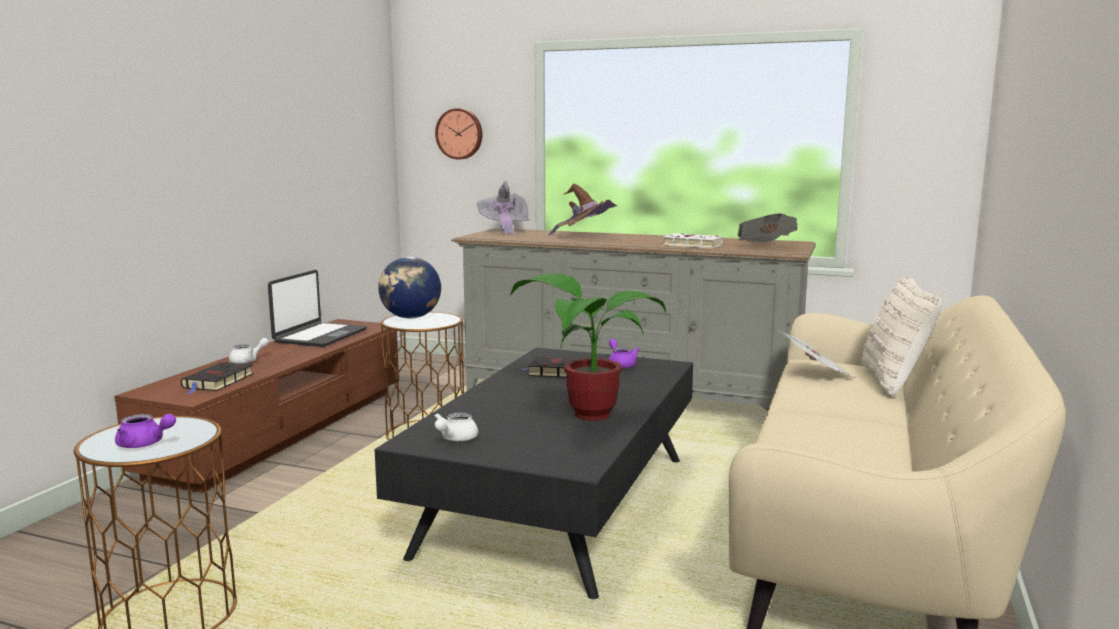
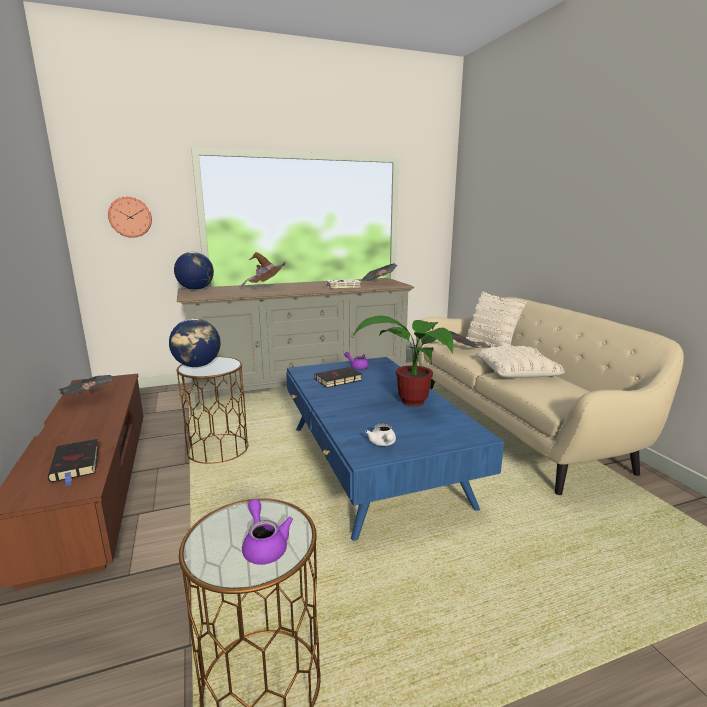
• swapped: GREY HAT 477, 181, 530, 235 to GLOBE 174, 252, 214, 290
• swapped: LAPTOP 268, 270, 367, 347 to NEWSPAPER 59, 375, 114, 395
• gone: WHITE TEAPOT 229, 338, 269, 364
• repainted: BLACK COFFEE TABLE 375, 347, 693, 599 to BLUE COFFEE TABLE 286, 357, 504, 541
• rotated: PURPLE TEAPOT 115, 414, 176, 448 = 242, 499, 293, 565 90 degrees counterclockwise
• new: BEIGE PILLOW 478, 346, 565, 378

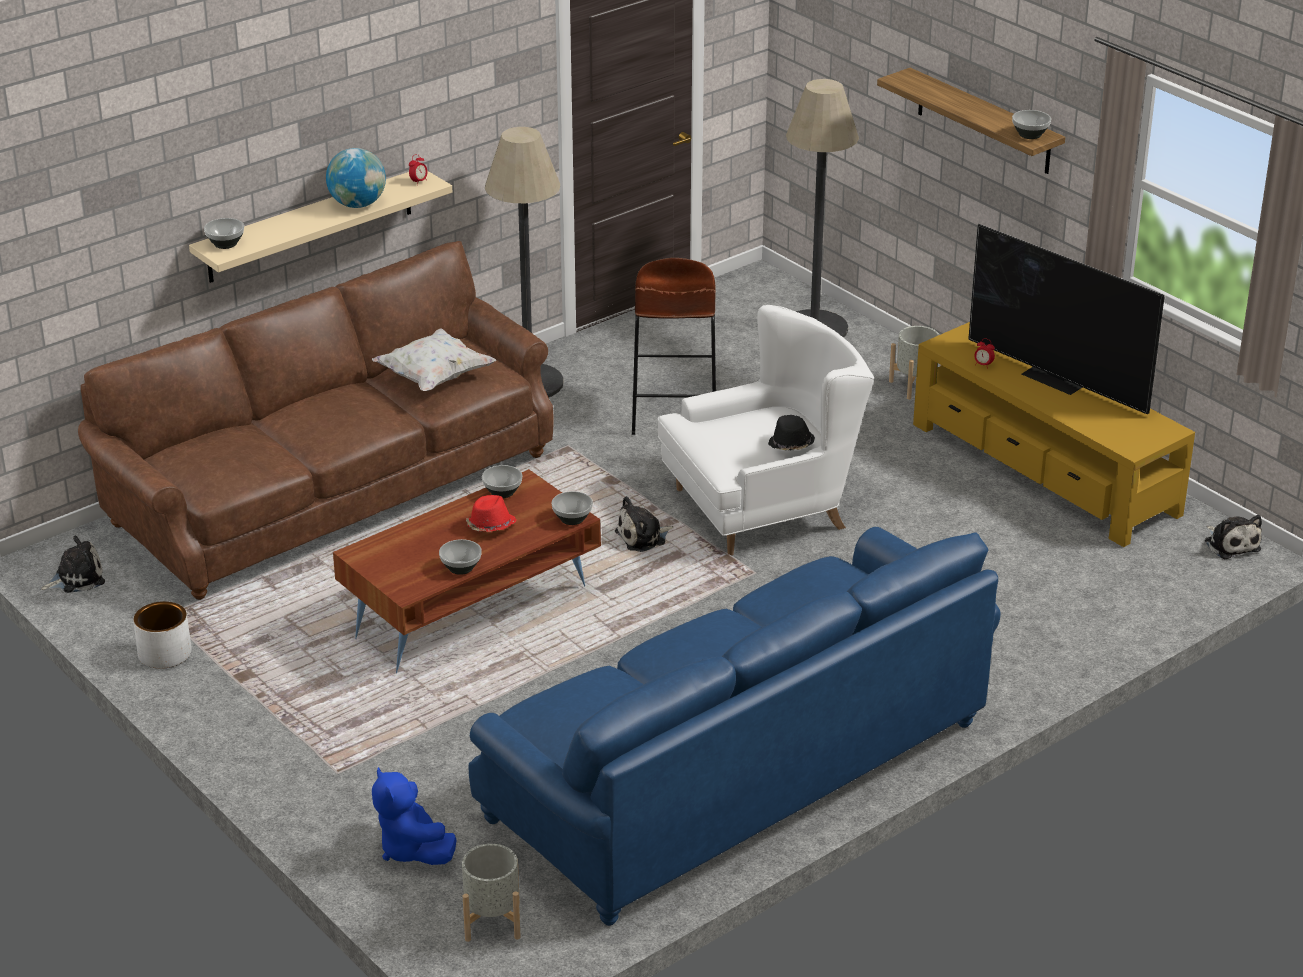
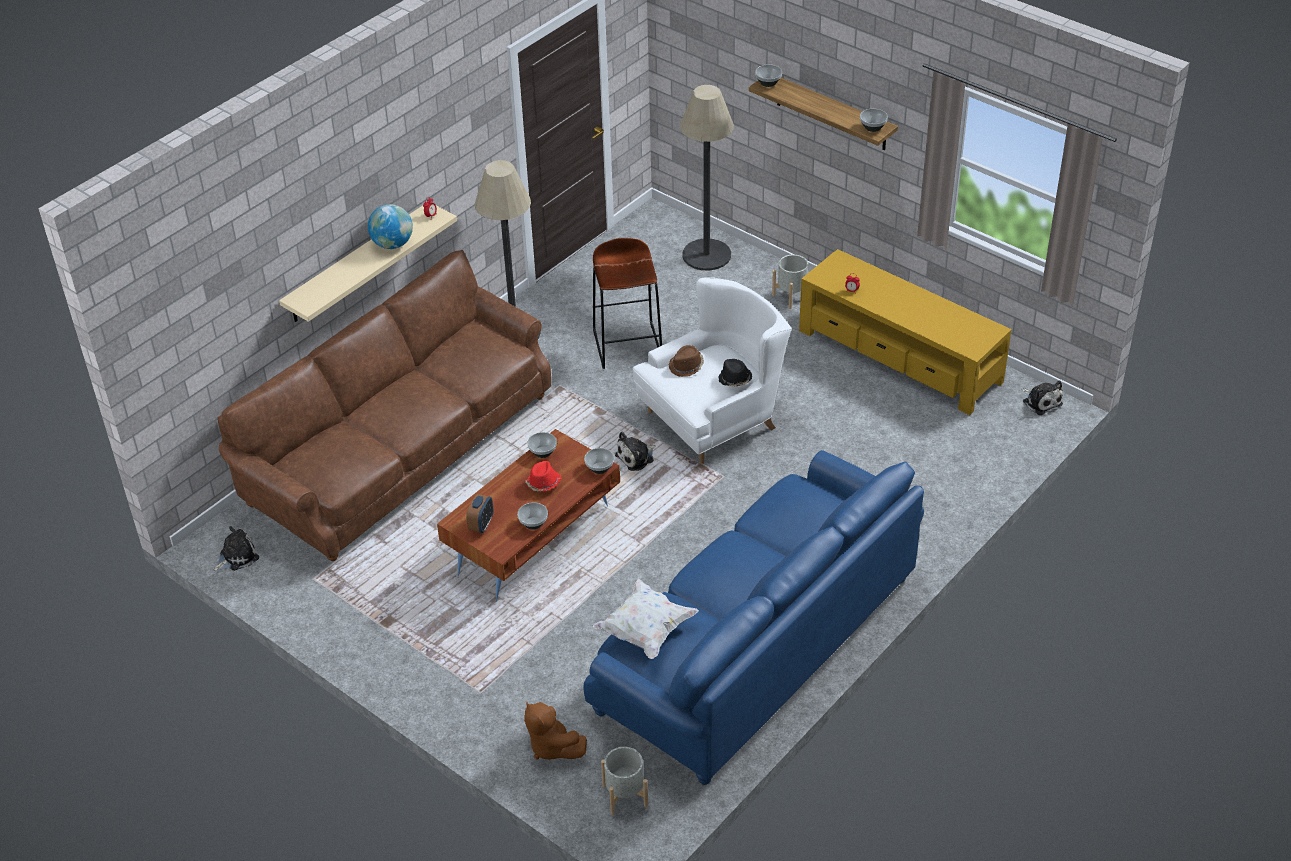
• shifted: BOWL 204, 218, 244, 249 to 755, 64, 782, 87
• gone: TELEVISION 968, 224, 1164, 415
• shifted: WHITE PILLOW 372, 328, 496, 391 to 593, 579, 699, 659
• gone: WHITE PLANTER 133, 601, 192, 669
• repainted: BLUE PLUSH TOY 372, 767, 457, 865 to BROWN PLUSH TOY 524, 702, 587, 760
• new: BROWN HAT 669, 345, 704, 377
• new: ALARM CLOCK 466, 494, 493, 533

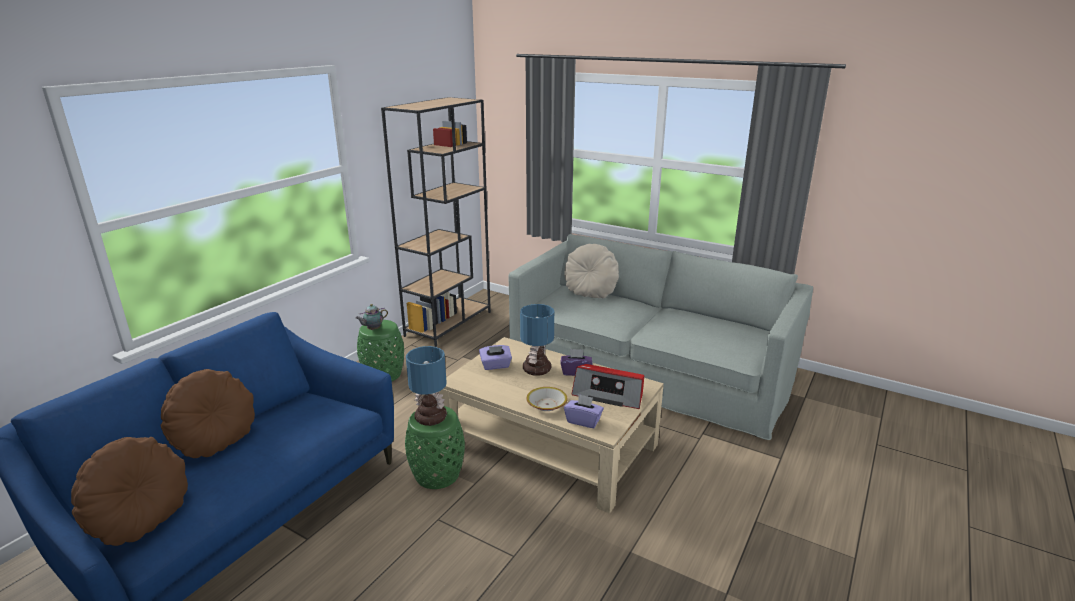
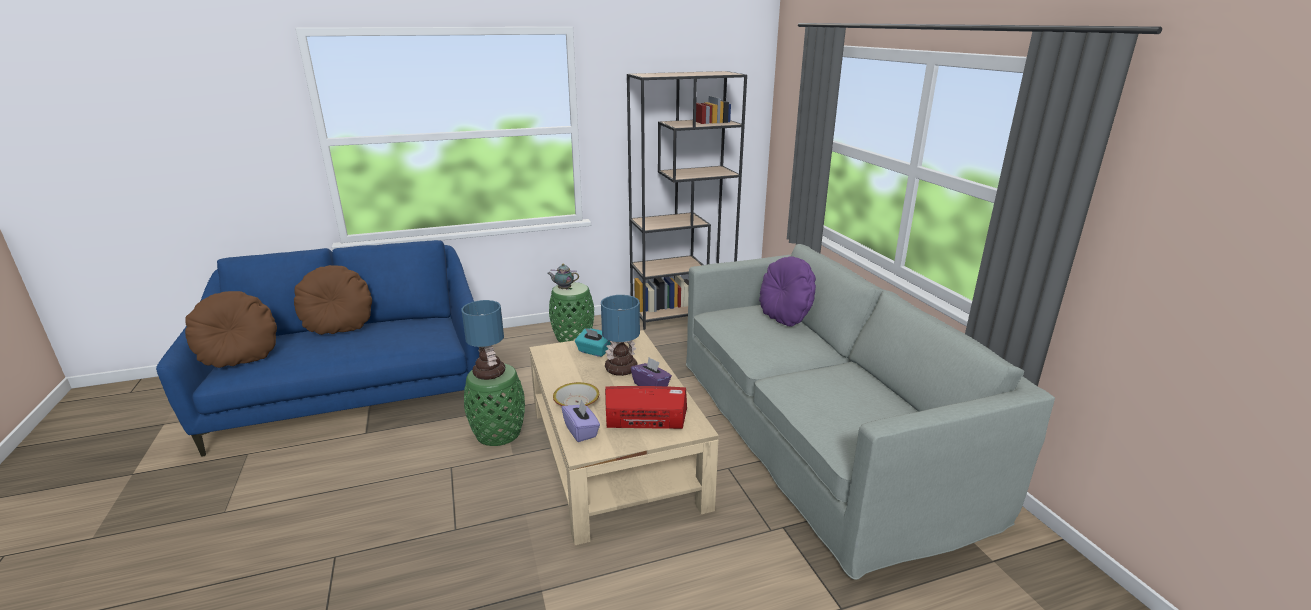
• repainted: BEIGE PILLOW 564, 244, 619, 298 to PURPLE PILLOW 759, 256, 816, 327
• repainted: PURPLE TISSUE BOX 479, 345, 512, 370 to TURQUOISE TISSUE BOX 575, 328, 611, 357
• rotated: RADIO 572, 364, 644, 409 = 605, 386, 687, 429 120 degrees clockwise

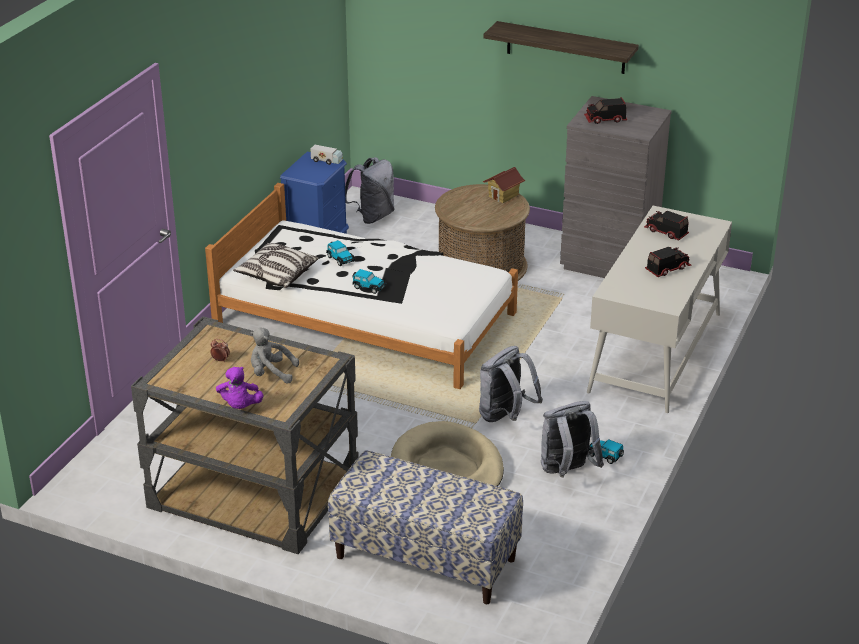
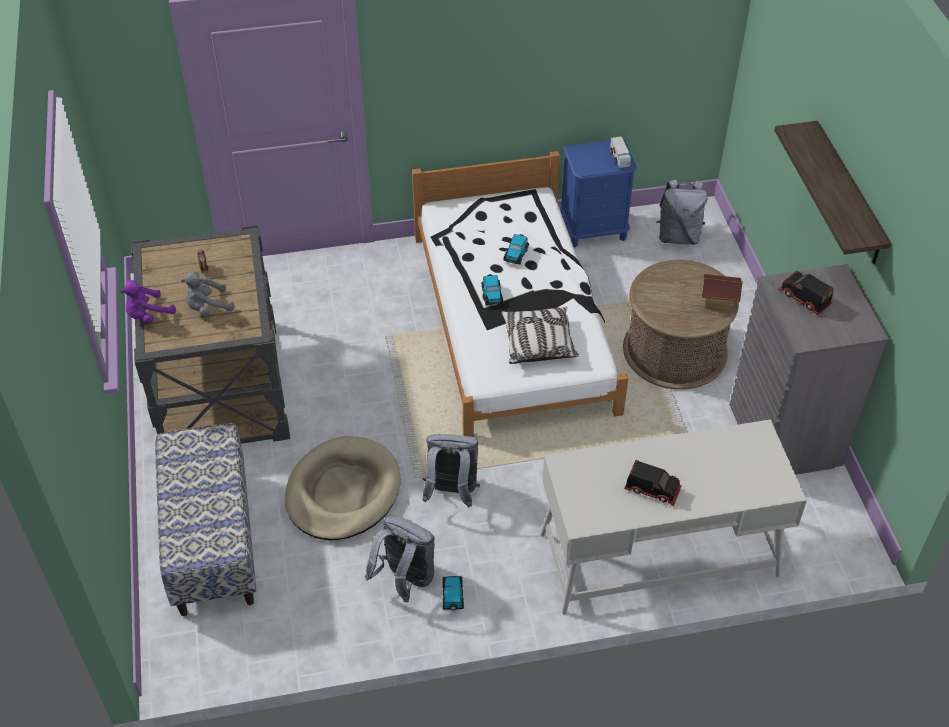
• gone: TOY TRUCK 644, 210, 689, 241
• shifted: PILLOW 233, 243, 319, 288 to 501, 307, 579, 364
• rotated: GREY PLUSH TOY 250, 328, 299, 384 = 181, 271, 235, 316 90 degrees counterclockwise

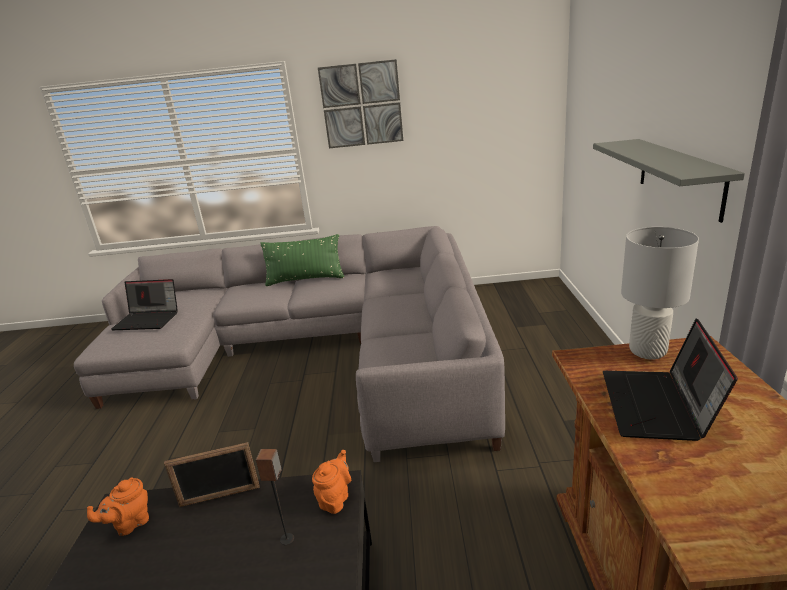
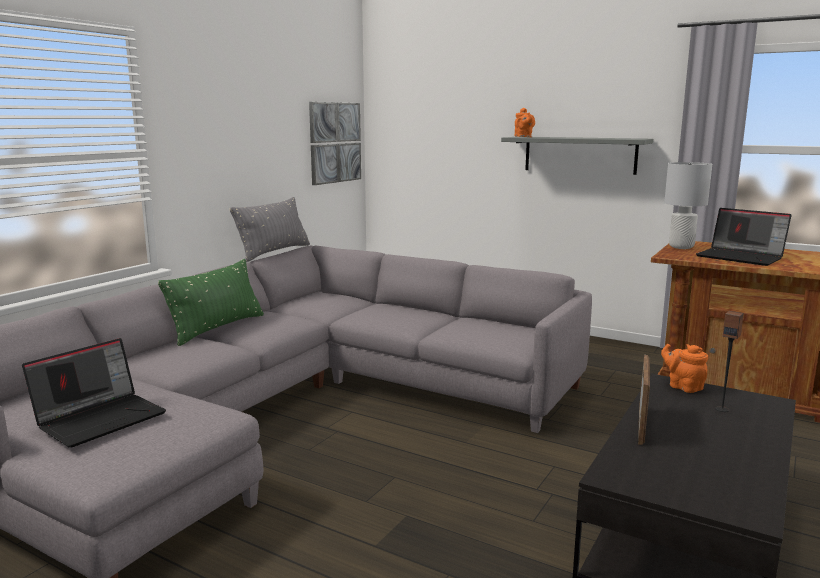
• shifted: PICTURE 318, 59, 403, 148 to 309, 102, 361, 185
• shifted: ORANGE TEAPOT 87, 477, 149, 536 to 515, 108, 535, 137
• new: GREY PILLOW 230, 197, 310, 262

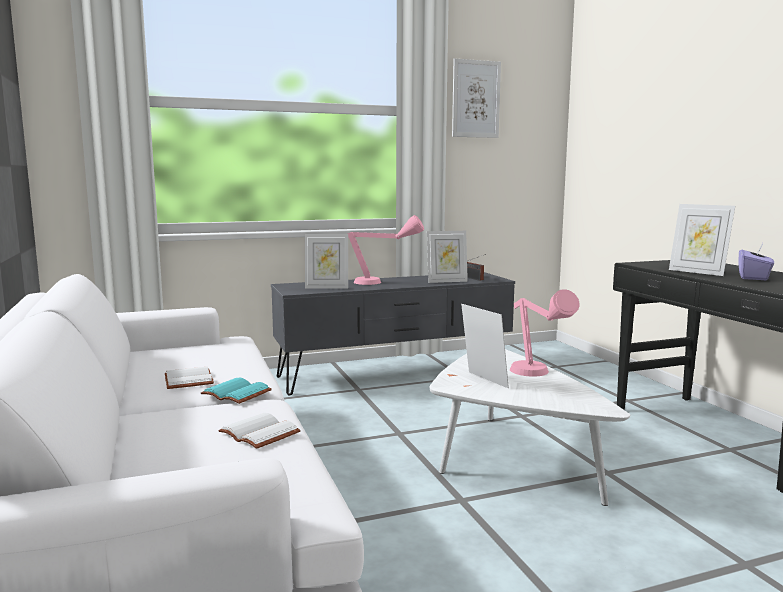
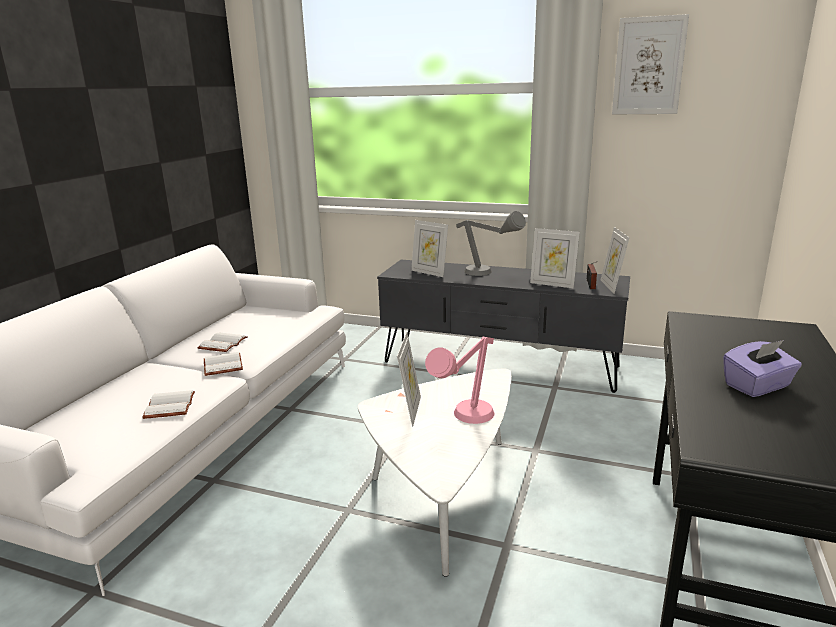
• shifted: PICTURE FRAME 669, 204, 735, 276 to 601, 227, 629, 294
• repainted: PINK TABLE LAMP 348, 215, 424, 285 to GREY TABLE LAMP 456, 211, 526, 276
• repainted: TURQUOISE BOOK 201, 378, 272, 404 to WHITE BOOK 204, 352, 243, 376

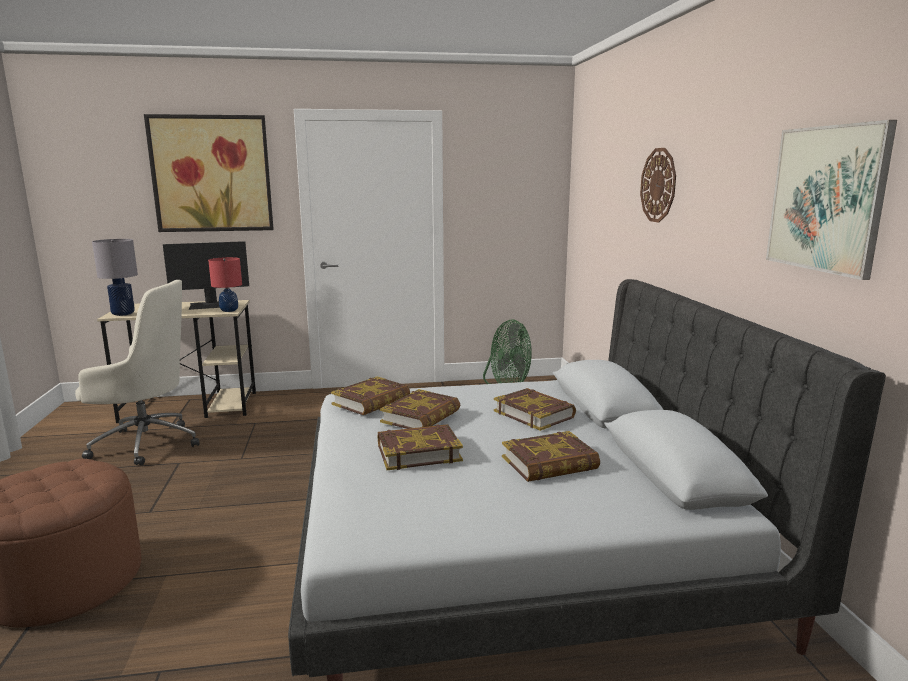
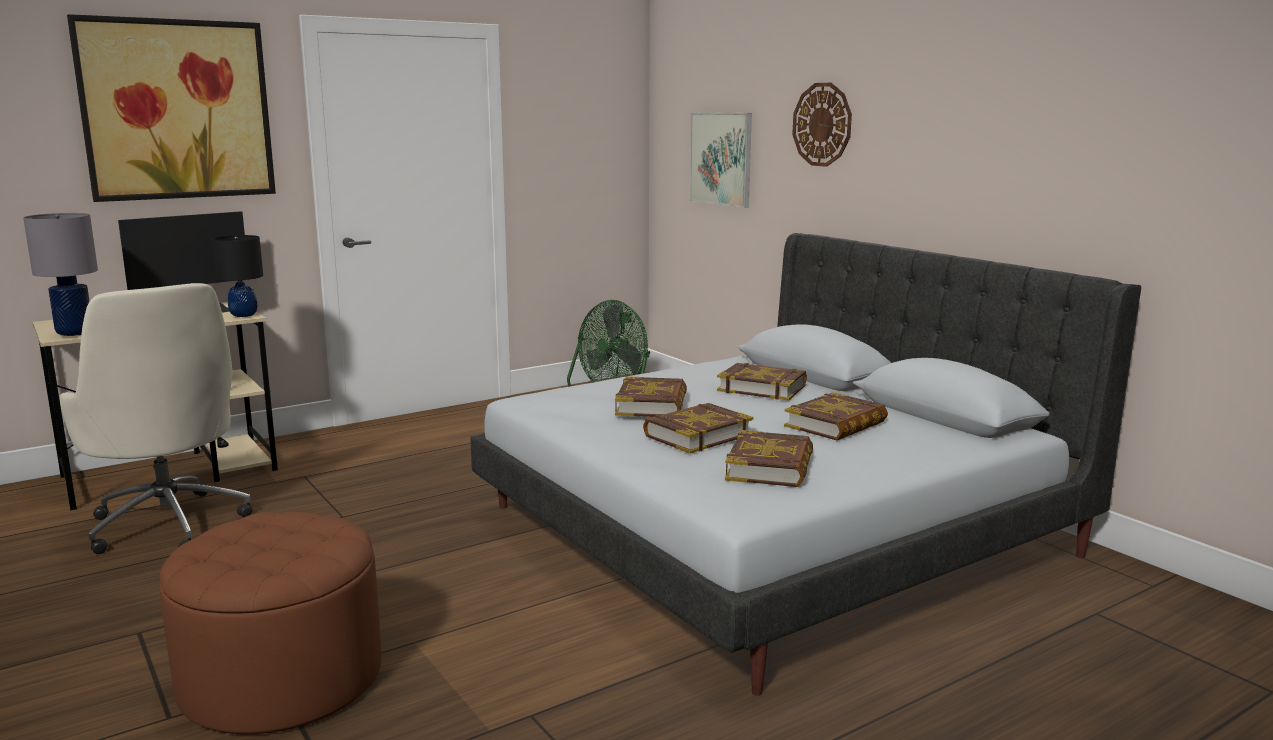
• shifted: PICTURE 766, 120, 897, 280 to 689, 112, 752, 208
• repainted: RED TABLE LAMP 208, 257, 242, 312 to BLACK TABLE LAMP 212, 235, 263, 317
• rotated: BEIGE OFFICE CHAIR 75, 280, 200, 465 = 60, 283, 252, 554 75 degrees clockwise
• shifted: BOOK 331, 376, 410, 415 to 725, 430, 813, 487

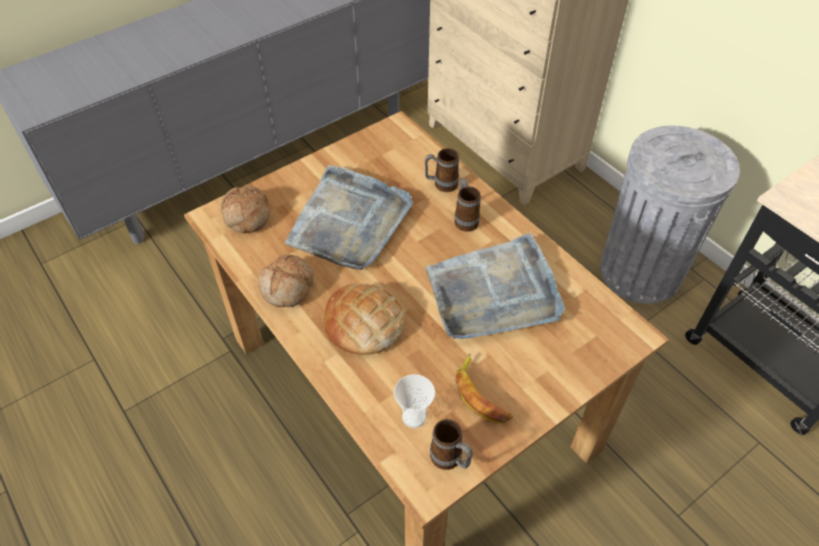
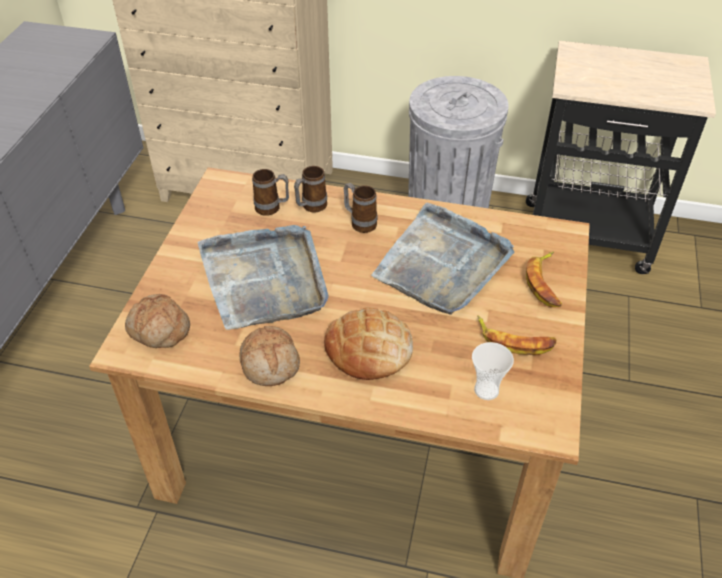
• shifted: MUG 430, 419, 473, 470 to 252, 169, 289, 216
• new: BANANA 526, 252, 562, 307

